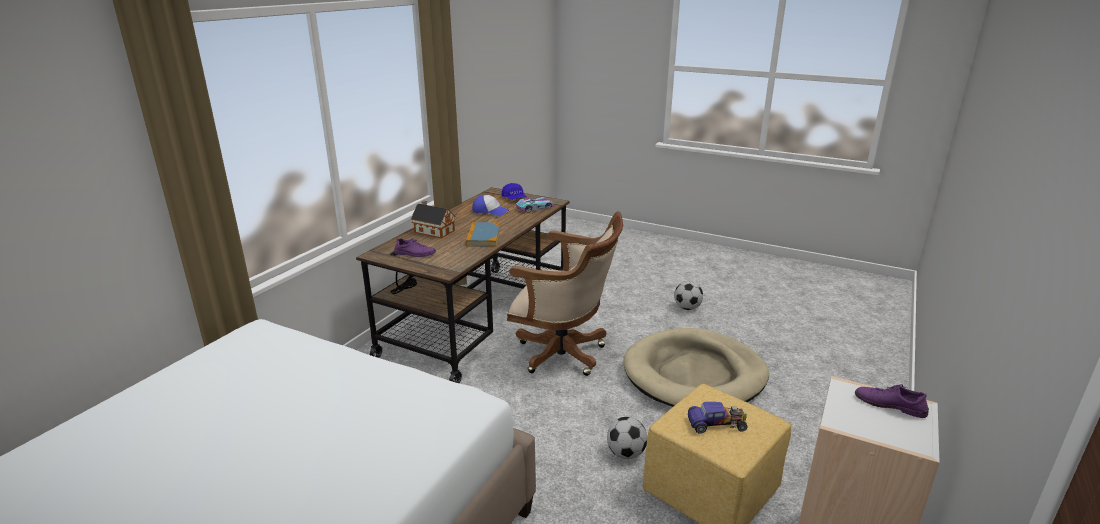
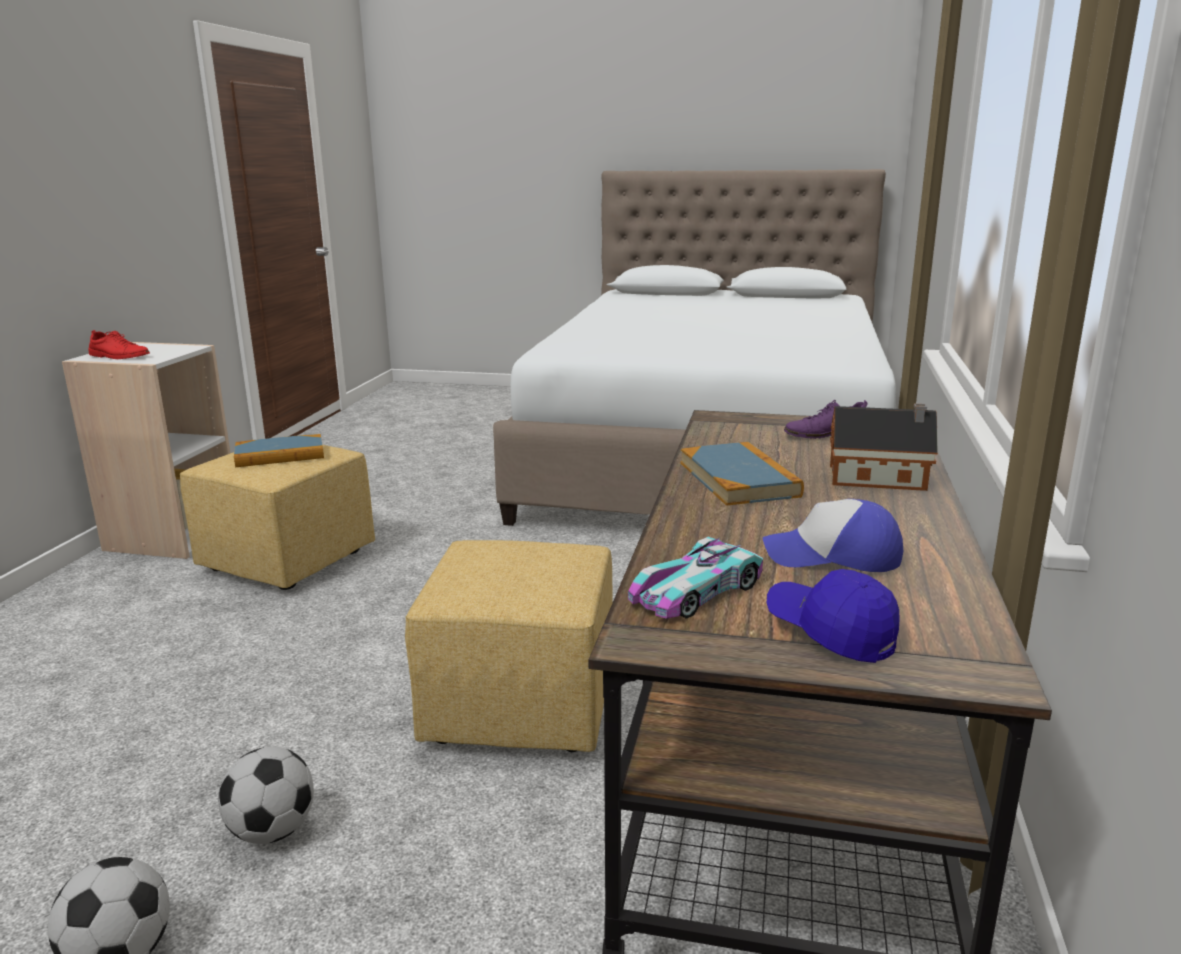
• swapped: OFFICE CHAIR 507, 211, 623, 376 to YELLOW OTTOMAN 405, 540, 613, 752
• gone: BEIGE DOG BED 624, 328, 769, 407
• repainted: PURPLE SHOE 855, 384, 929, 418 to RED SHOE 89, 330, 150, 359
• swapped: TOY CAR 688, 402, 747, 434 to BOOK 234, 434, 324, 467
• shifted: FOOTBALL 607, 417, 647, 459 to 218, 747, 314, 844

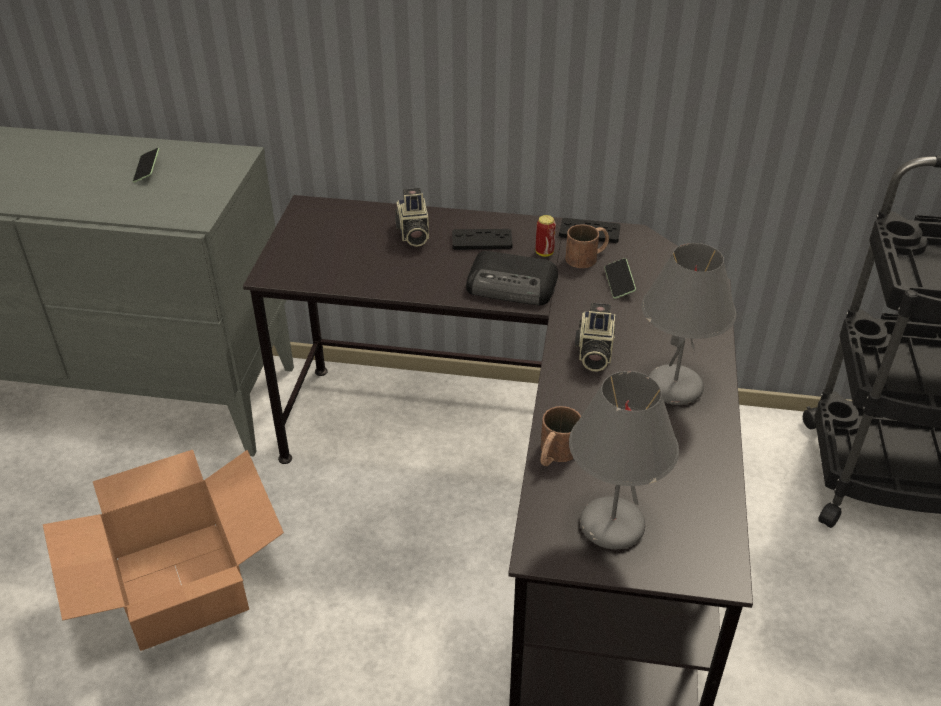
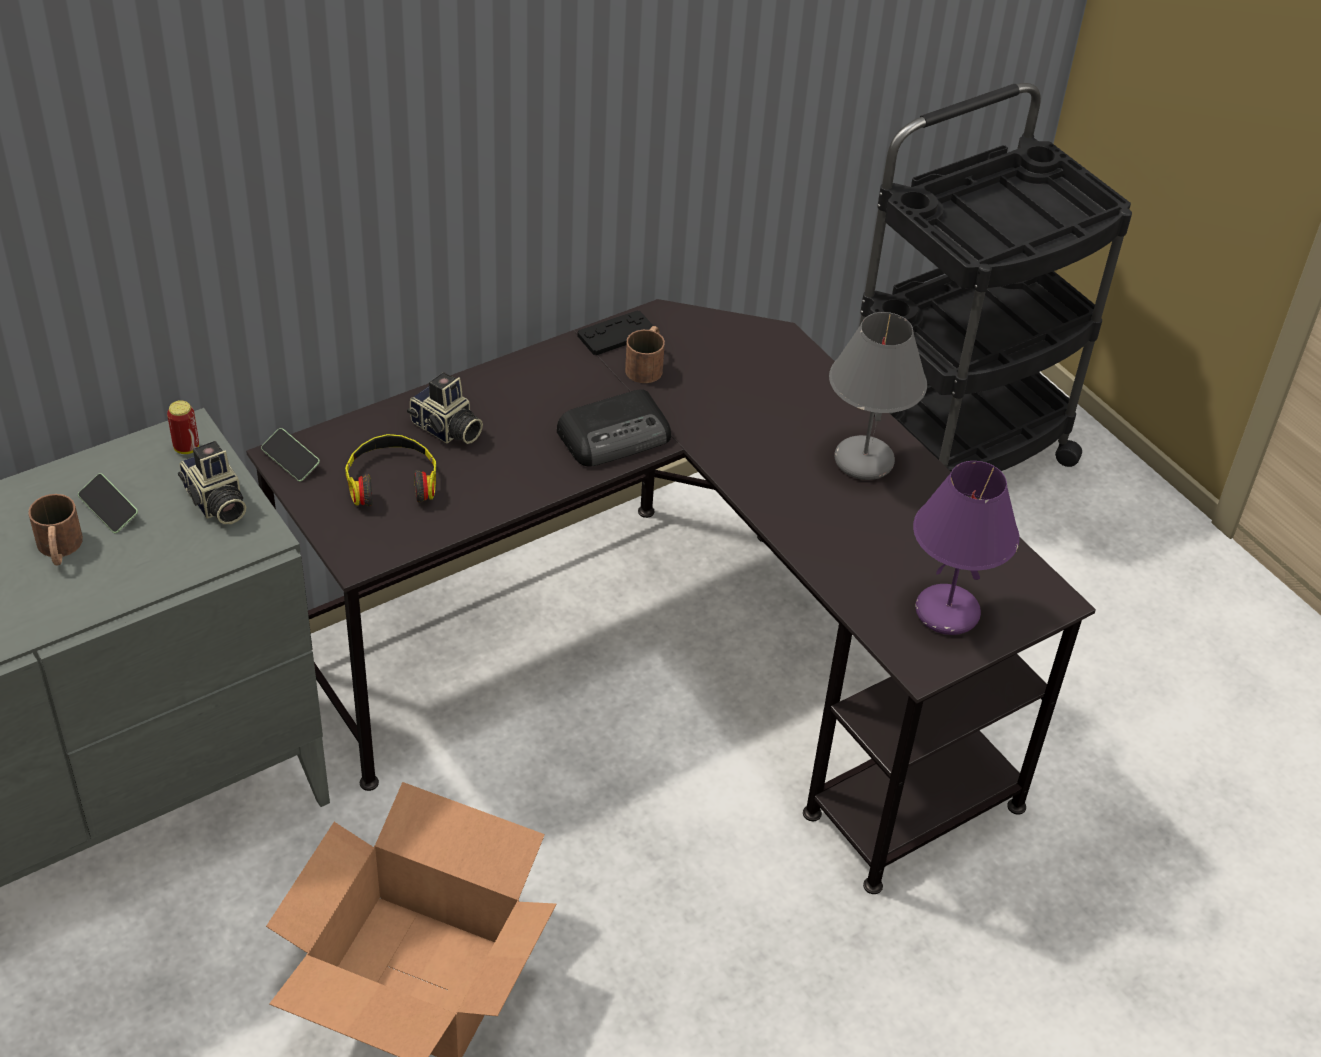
• shifted: CAN 536, 215, 556, 257 to 167, 400, 199, 454
• gone: BLACK GAME CONTROLLER 452, 229, 513, 250
• shifted: PHONE 604, 258, 636, 299 to 261, 428, 320, 482
• shifted: PHOTO CAMERA 575, 303, 615, 371 to 178, 441, 246, 524
• repainted: GREY TABLE LAMP 569, 371, 679, 549 to PURPLE TABLE LAMP 913, 461, 1020, 635
• shifted: BROWN MUG 540, 406, 581, 466 to 29, 494, 83, 566
• new: HEADPHONES 345, 434, 436, 507

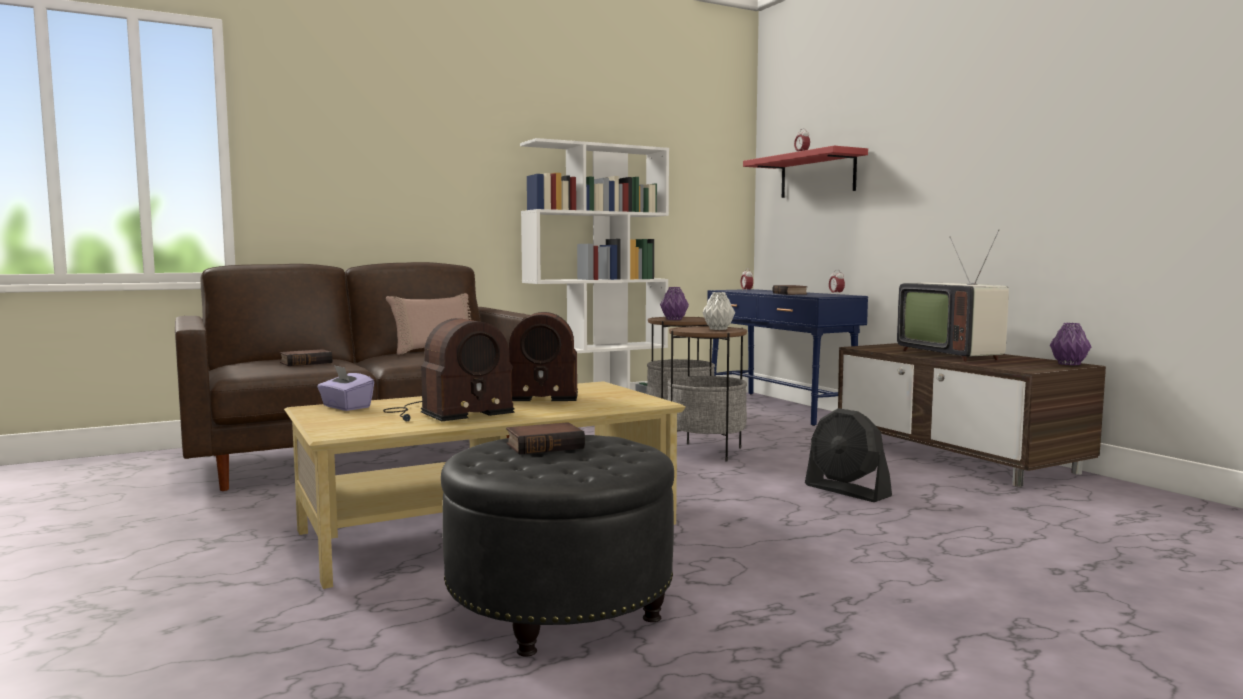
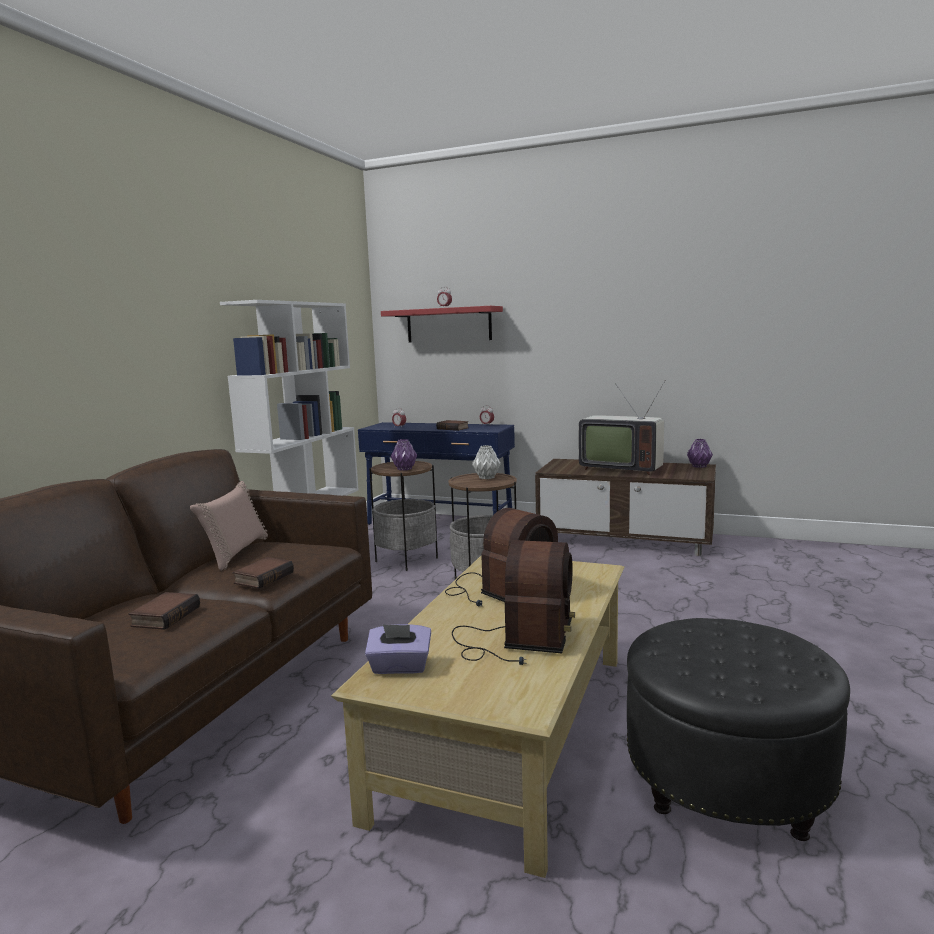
• gone: BLACK FAN 805, 408, 892, 502
• shifted: BOOK 506, 422, 585, 455 to 233, 557, 294, 589

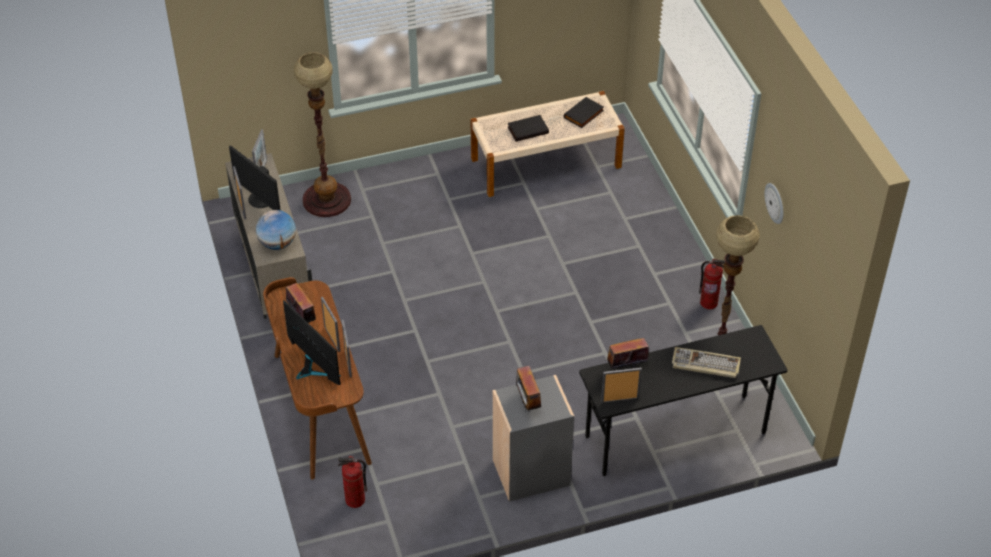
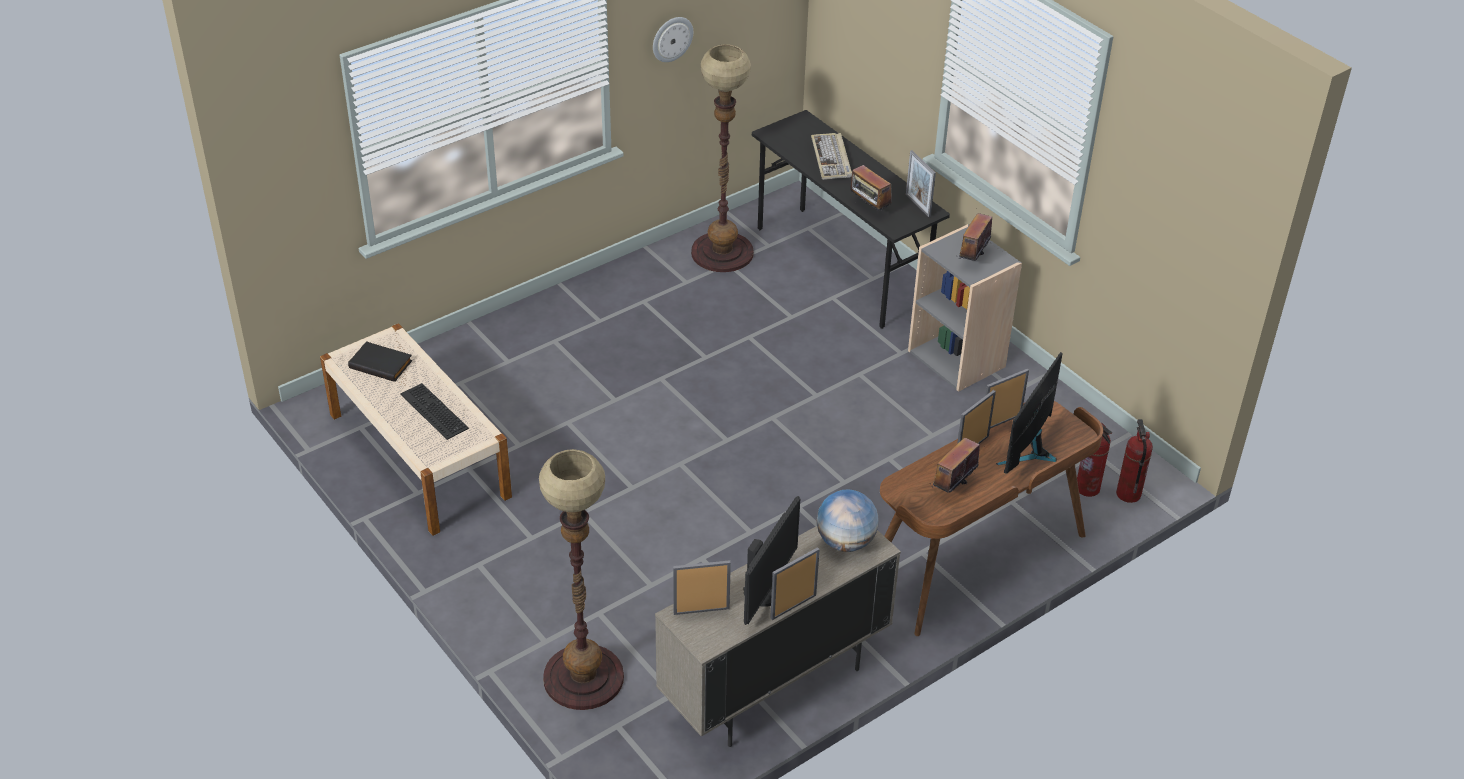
• swapped: BLACK BOOK 507, 115, 549, 142 to KEYBOARD 400, 383, 469, 440
• shifted: FIRE EXTINGUISHER 699, 259, 725, 309 to 1116, 419, 1153, 503
• rotated: RADIO 512, 366, 542, 413 = 956, 209, 992, 261 150 degrees clockwise

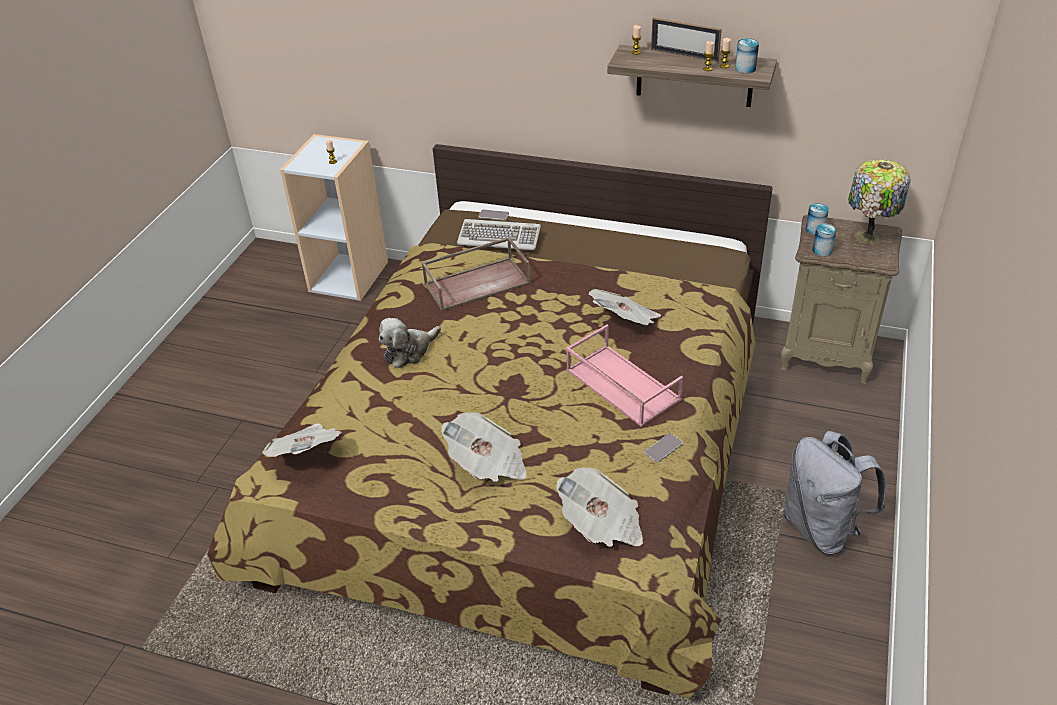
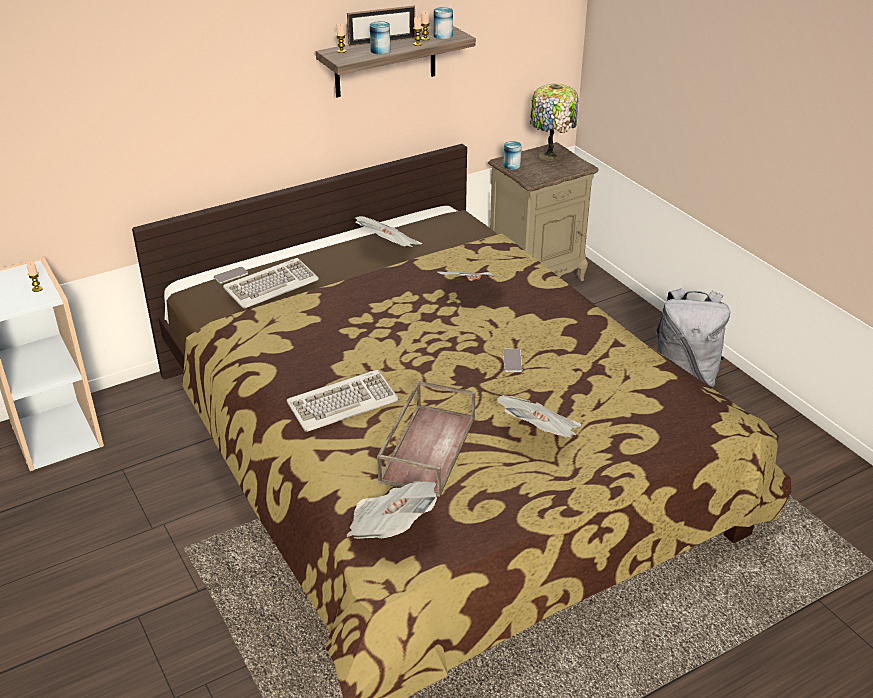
• shifted: CAN 812, 223, 837, 256 to 370, 21, 390, 54
• shifted: BROWN TRAY 422, 237, 531, 311 to 377, 381, 476, 497
• swapped: PLUSH TOY 379, 318, 441, 368 to KEYBOARD 286, 370, 399, 432
• gone: PINK TRAY 566, 325, 683, 427
• shifted: PHONE 645, 433, 683, 462 to 503, 349, 522, 372
• shifted: NEWSPAPER 556, 467, 643, 547 to 355, 216, 422, 247

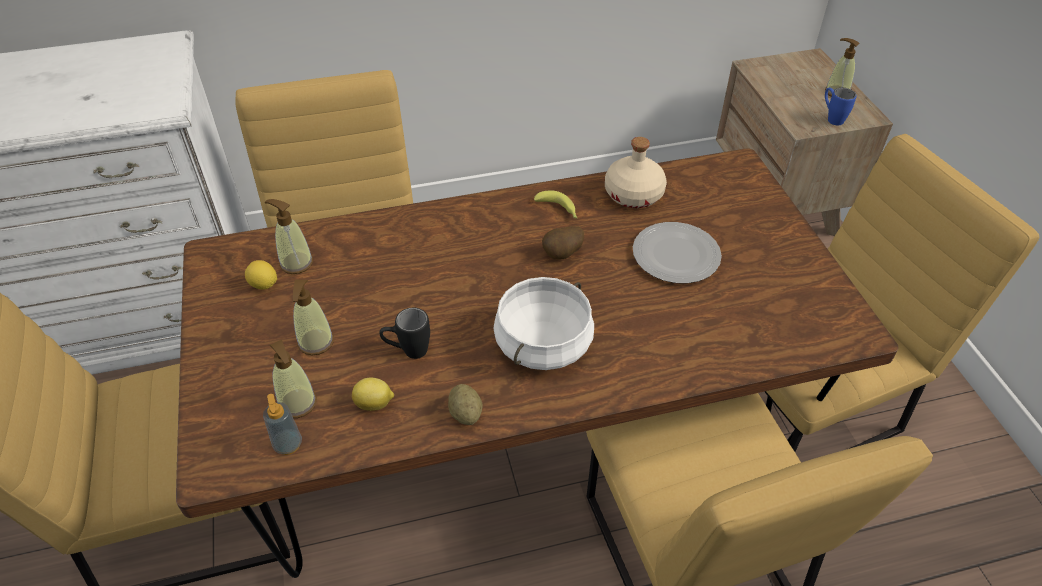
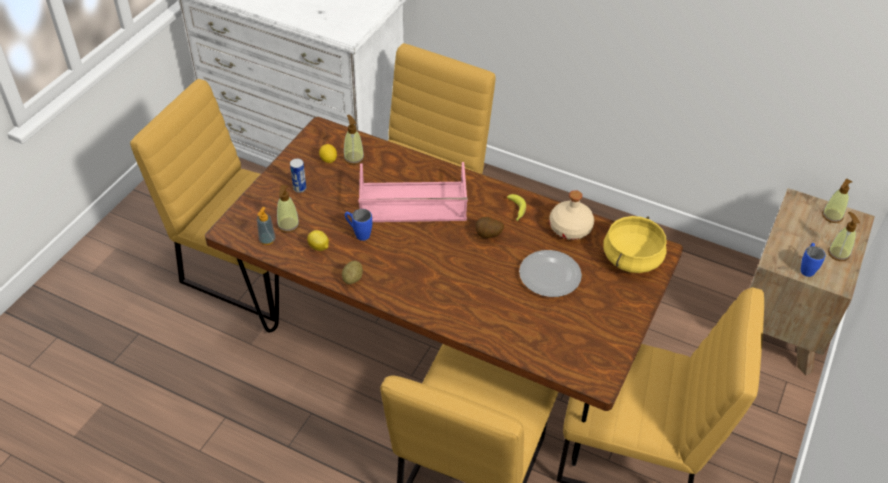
• gone: WHITE COOKING POT 493, 277, 594, 370
• shifted: SOAP DISPENSER 293, 280, 334, 355 to 822, 178, 853, 223
• repainted: BLACK MUG 379, 308, 430, 359 to BLUE MUG 345, 209, 372, 241
• new: CAN 290, 158, 306, 193
• new: PINK TRAY 358, 162, 468, 222
• new: YELLOW COOKING POT 603, 216, 667, 273

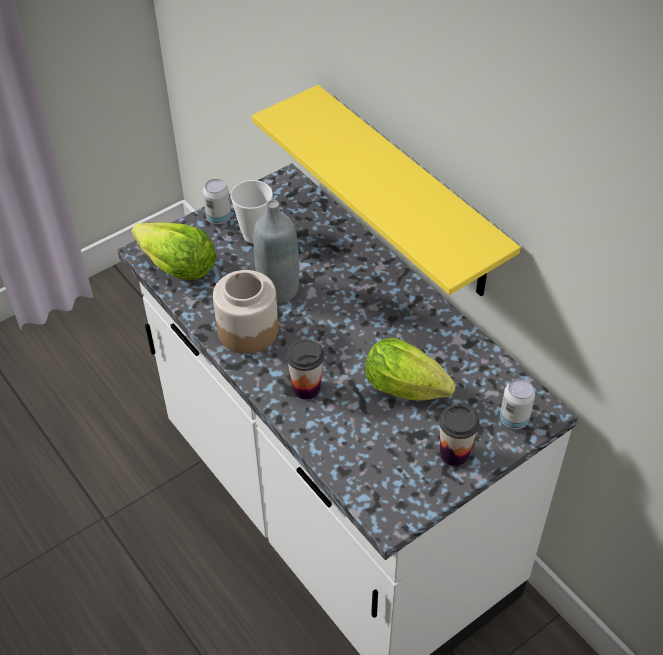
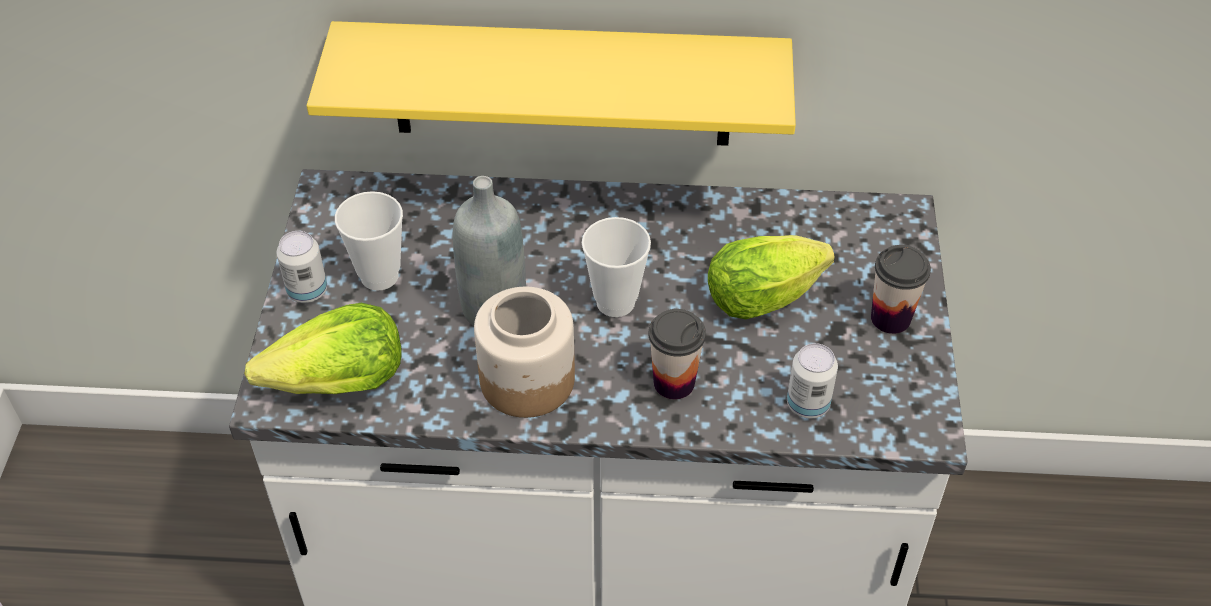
• shifted: CAN 500, 379, 535, 429 to 787, 343, 838, 419
• new: CUP 582, 217, 651, 317

